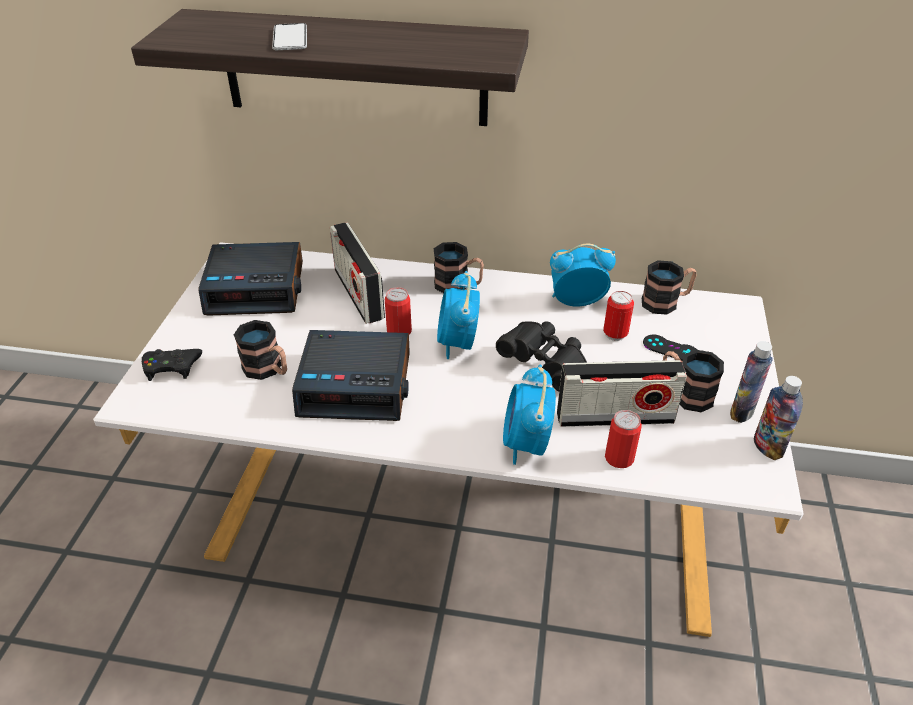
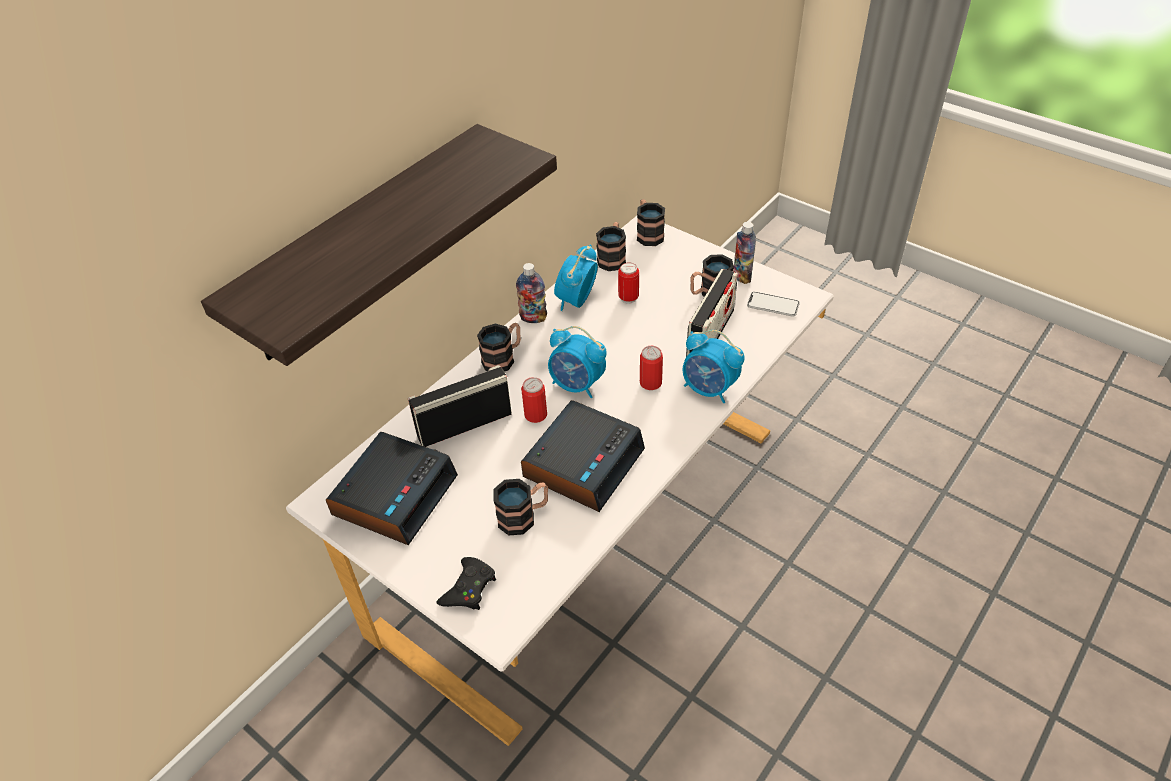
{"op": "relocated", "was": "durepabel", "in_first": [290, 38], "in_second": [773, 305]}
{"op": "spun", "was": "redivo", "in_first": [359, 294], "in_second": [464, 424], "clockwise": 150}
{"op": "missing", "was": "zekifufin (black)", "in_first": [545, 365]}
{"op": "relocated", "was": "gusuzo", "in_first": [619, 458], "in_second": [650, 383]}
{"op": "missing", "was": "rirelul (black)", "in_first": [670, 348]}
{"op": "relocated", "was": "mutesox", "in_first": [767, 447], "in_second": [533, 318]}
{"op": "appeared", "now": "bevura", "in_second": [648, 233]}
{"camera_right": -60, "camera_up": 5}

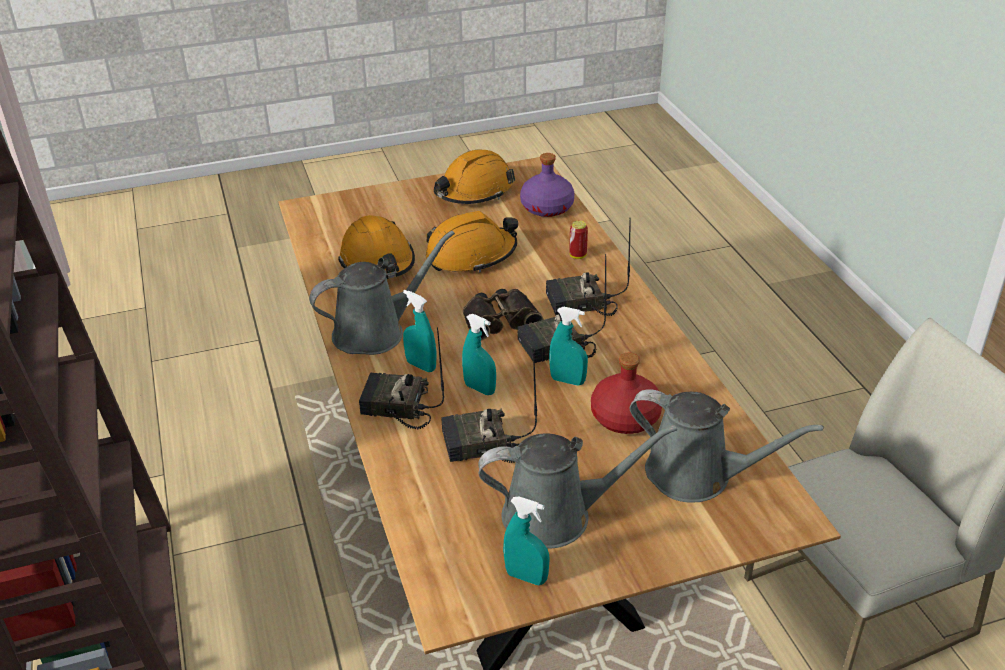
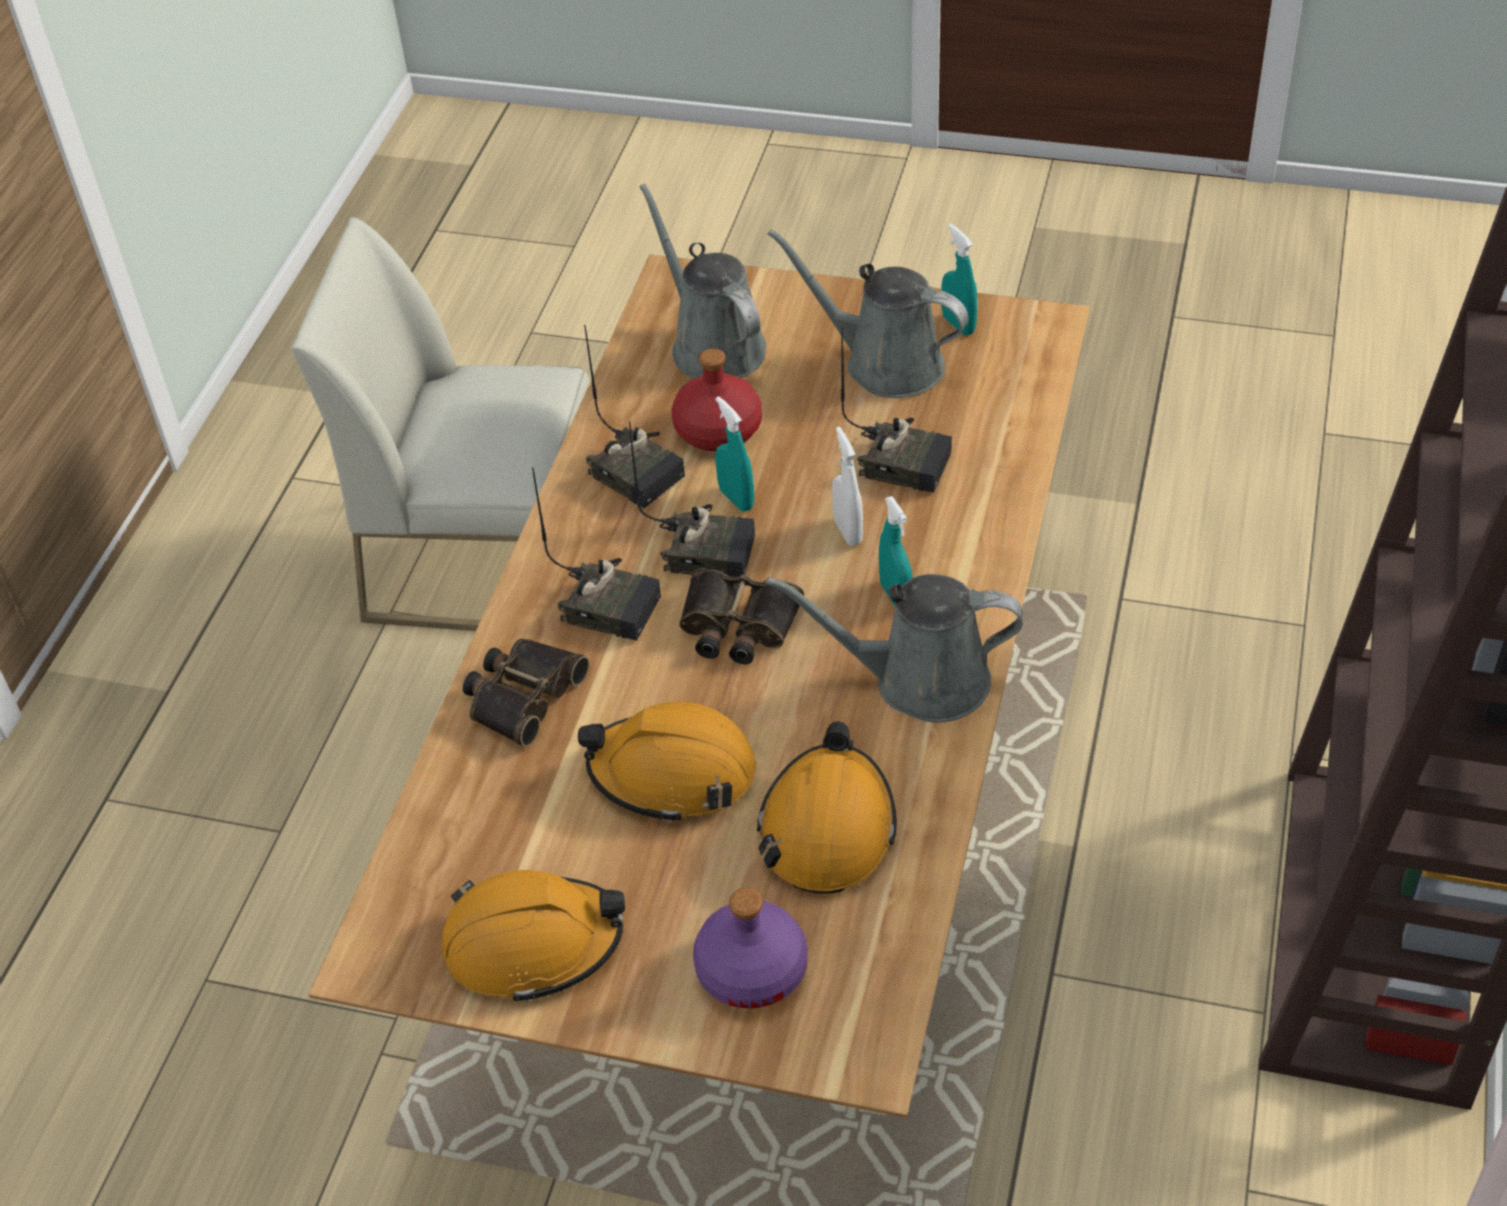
{"op": "relocated", "was": "redivo", "in_first": [396, 408], "in_second": [639, 471]}
{"op": "colour", "was": "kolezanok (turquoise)", "now": "kolezanok (white)", "in_first": [480, 389], "in_second": [848, 532]}
{"op": "relocated", "was": "mutesox (purple)", "in_first": [547, 208], "in_second": [751, 969]}
{"op": "exchanged", "was": "gusuzo", "now": "zekifufin", "in_first": [578, 256], "in_second": [522, 695]}
{"camera_right": -145, "camera_up": 10}

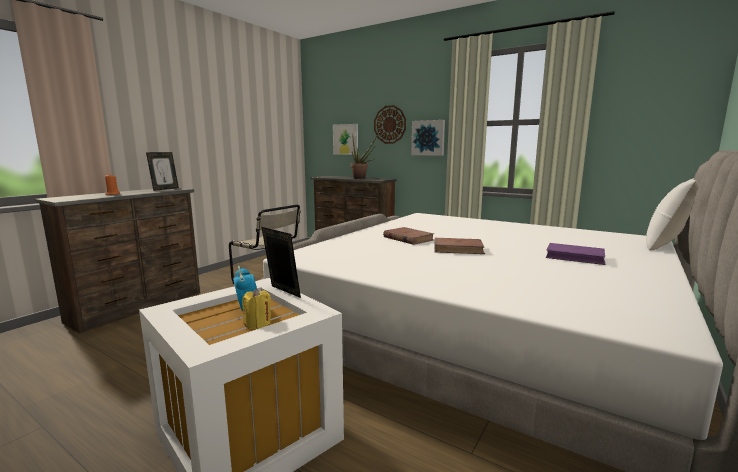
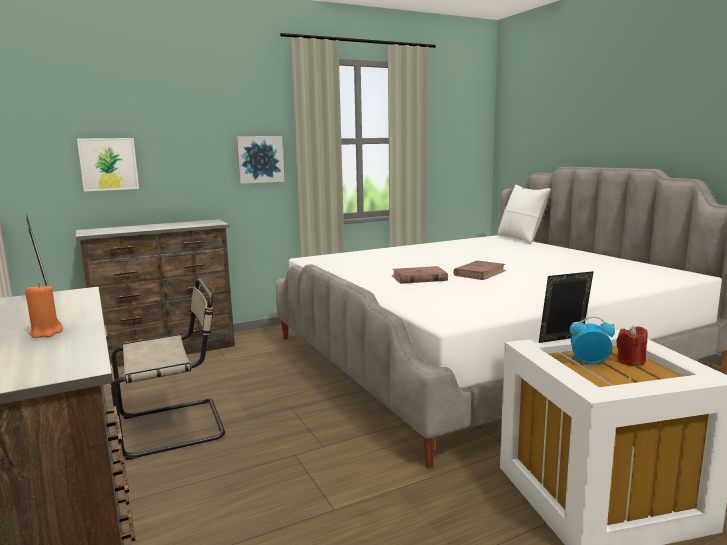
{"op": "colour", "was": "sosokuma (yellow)", "now": "sosokuma (red)", "in_first": [258, 324], "in_second": [630, 361]}
{"op": "missing", "was": "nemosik", "in_first": [362, 178]}
{"op": "missing", "was": "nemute", "in_first": [390, 124]}
{"op": "missing", "was": "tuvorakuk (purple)", "in_first": [575, 257]}
{"camera_right": -60, "camera_up": 0}

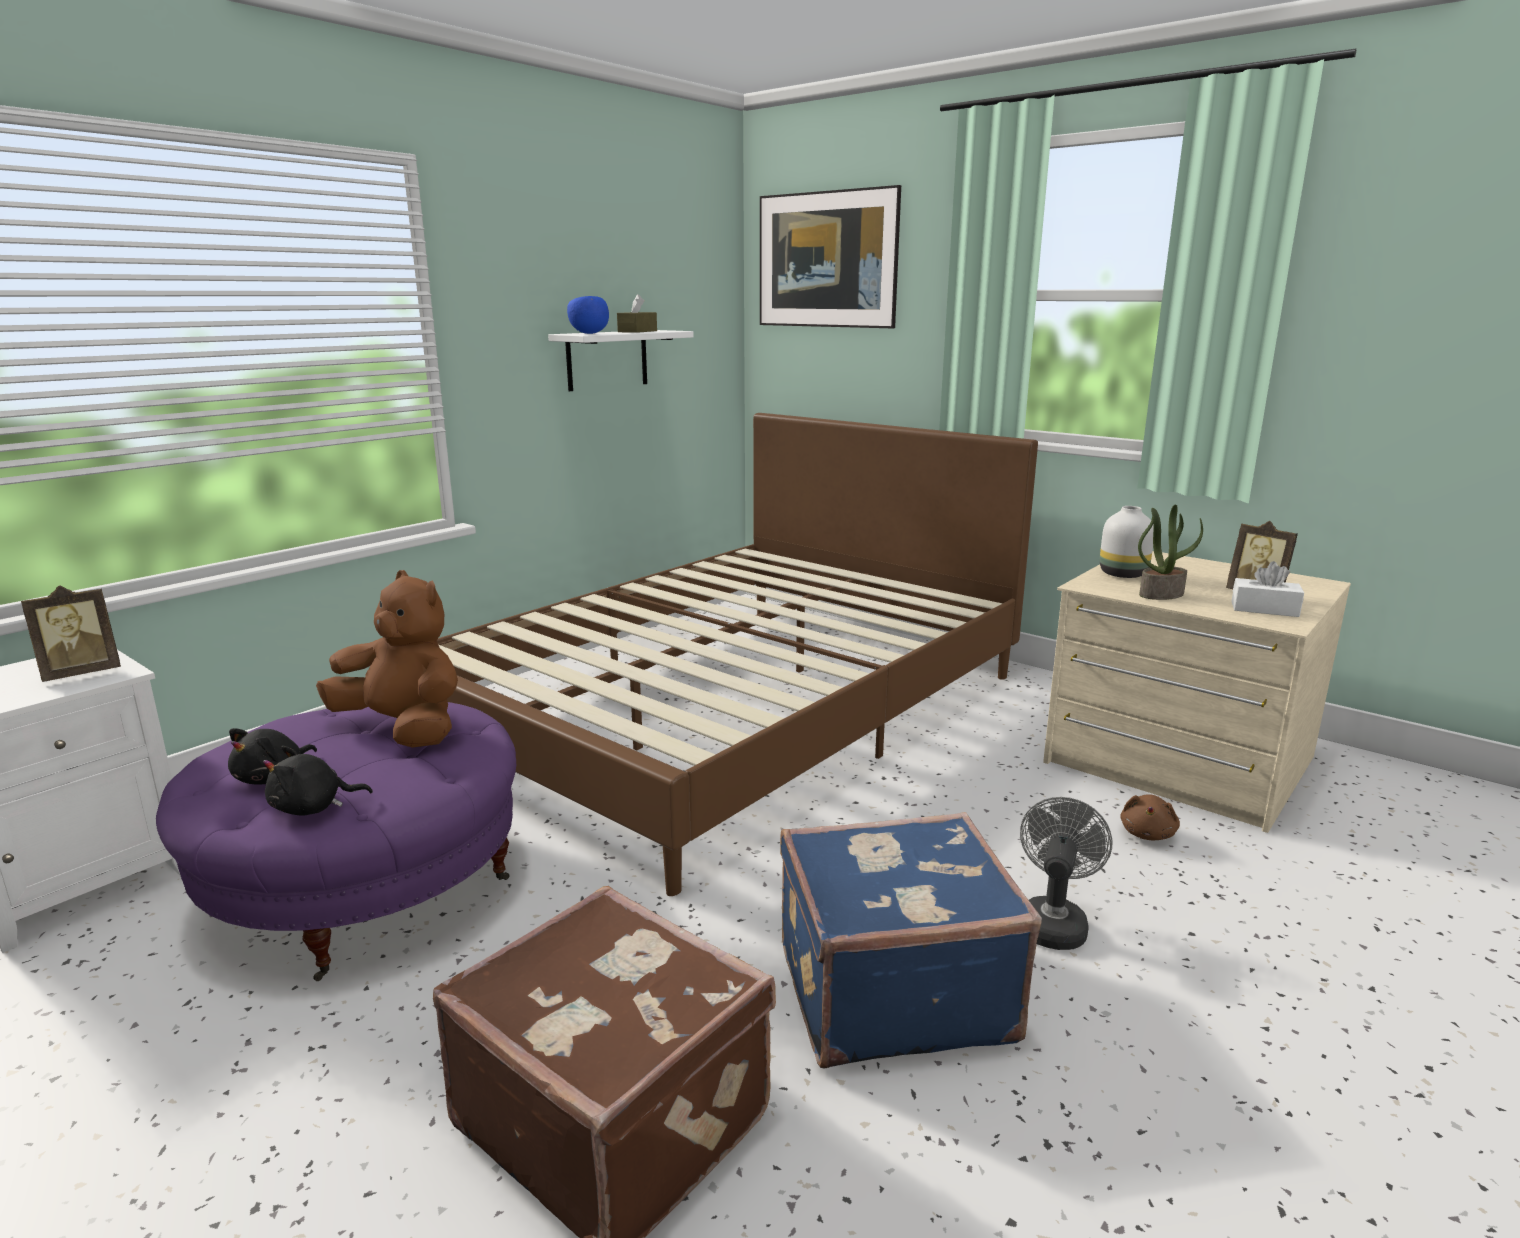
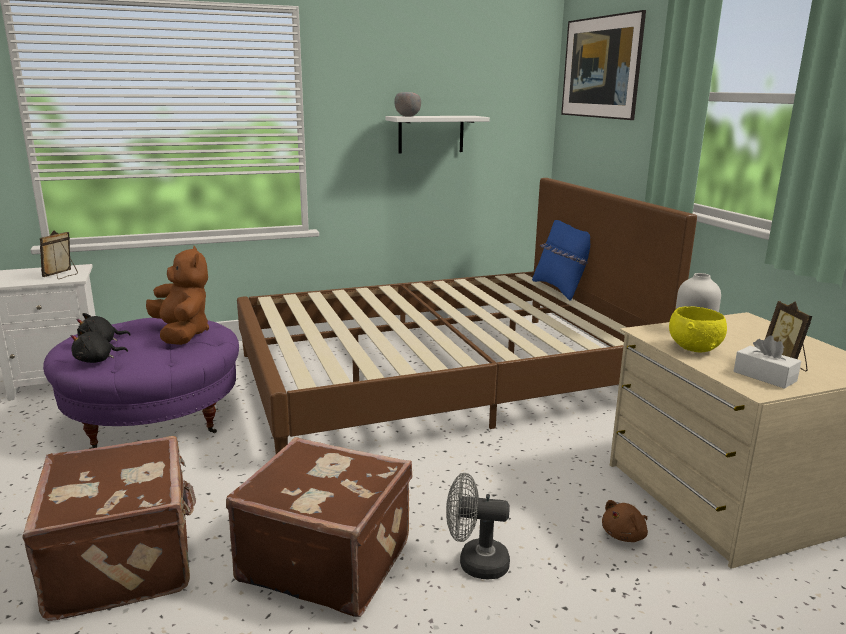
{"op": "spun", "was": "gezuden", "in_first": [82, 673], "in_second": [62, 275], "clockwise": 120}
{"op": "spun", "was": "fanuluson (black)", "in_first": [313, 808], "in_second": [97, 360], "clockwise": -45}
{"op": "colour", "was": "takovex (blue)", "now": "takovex (grey)", "in_first": [589, 333], "in_second": [407, 116]}
{"op": "missing", "was": "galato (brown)", "in_first": [637, 331]}
{"op": "colour", "was": "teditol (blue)", "now": "teditol (brown)", "in_first": [890, 989], "in_second": [326, 559]}
{"op": "spun", "was": "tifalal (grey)", "in_first": [1053, 922], "in_second": [475, 563], "clockwise": -135}
{"op": "exchanged", "was": "nemosik", "now": "takovex (yellow)", "in_first": [1161, 594], "in_second": [694, 348]}
{"op": "appeared", "now": "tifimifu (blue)", "in_second": [560, 289]}
{"camera_right": 30, "camera_up": 0}

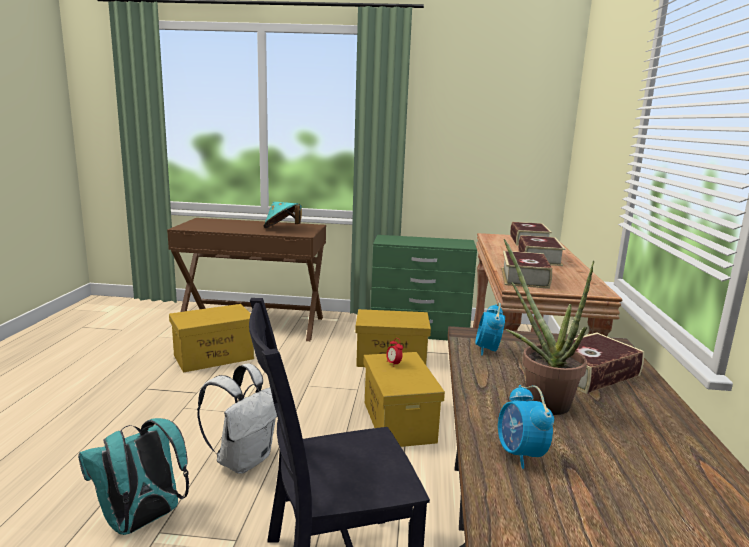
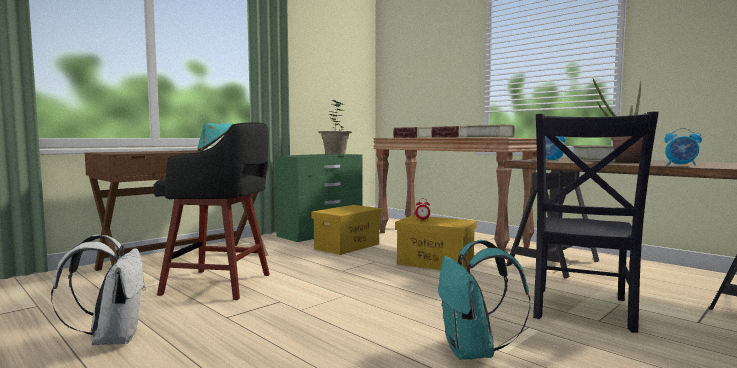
{"op": "exchanged", "was": "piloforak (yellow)", "now": "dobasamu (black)", "in_first": [213, 357], "in_second": [220, 284]}
{"op": "relocated", "was": "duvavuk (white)", "in_first": [244, 459], "in_second": [112, 339]}
{"op": "appeared", "now": "nemosik", "in_second": [335, 154]}
{"camera_right": -50, "camera_up": -10}

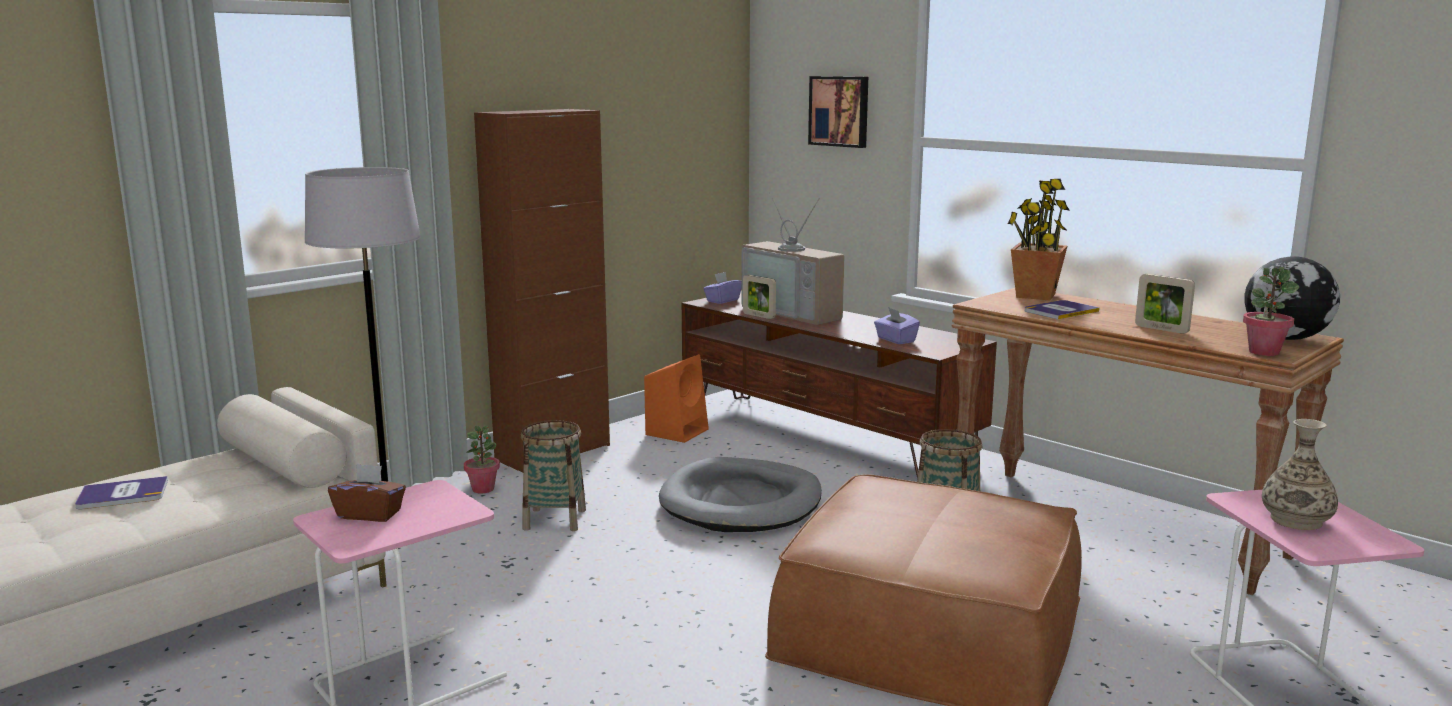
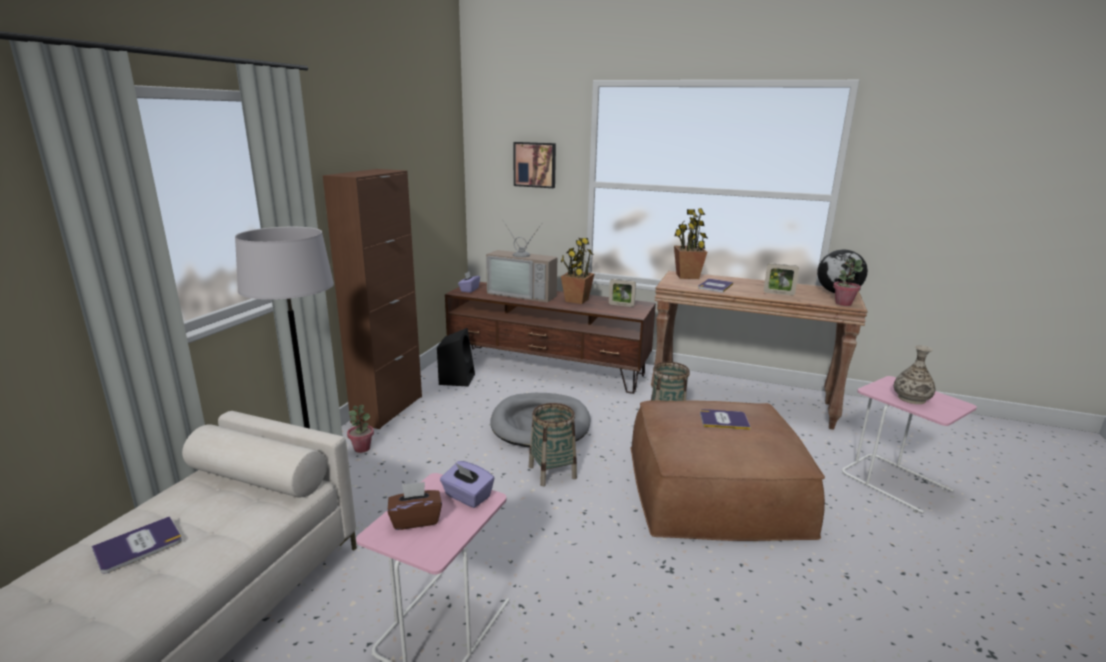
{"op": "relocated", "was": "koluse", "in_first": [554, 520], "in_second": [552, 472]}
{"op": "colour", "was": "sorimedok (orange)", "now": "sorimedok (black)", "in_first": [677, 431], "in_second": [457, 378]}
{"op": "relocated", "was": "gezuden", "in_first": [759, 316], "in_second": [621, 305]}
{"op": "relocated", "was": "galato (purple)", "in_first": [895, 340], "in_second": [467, 496]}
{"op": "appeared", "now": "nemosik", "in_second": [576, 300]}
{"op": "appeared", "now": "tuvorakuk", "in_second": [724, 420]}
{"camera_right": -25, "camera_up": 5}

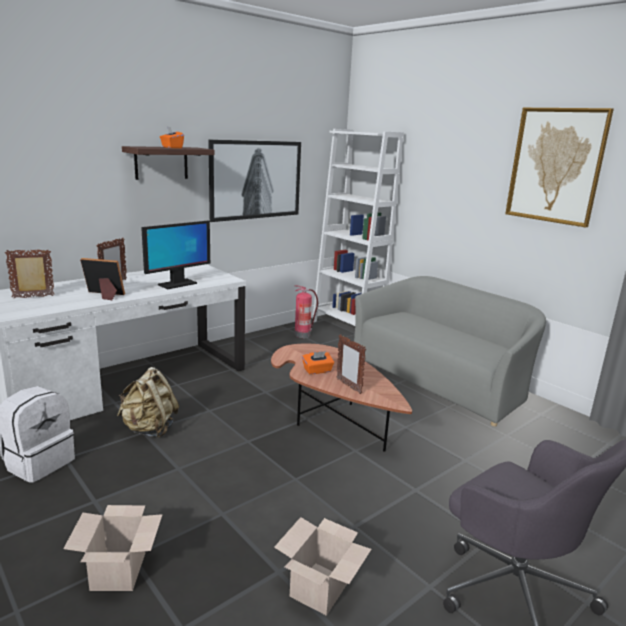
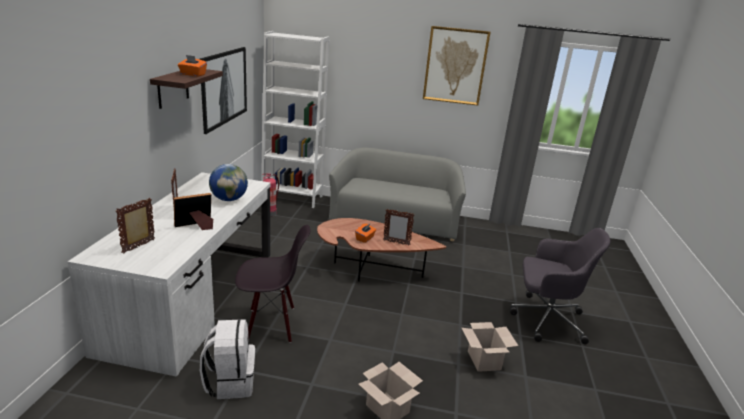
{"op": "exchanged", "was": "duvavuk (beige)", "now": "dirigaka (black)", "in_first": [149, 429], "in_second": [271, 324]}
{"op": "exchanged", "was": "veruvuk", "now": "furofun", "in_first": [177, 284], "in_second": [229, 199]}
{"camera_right": -40, "camera_up": 5}

